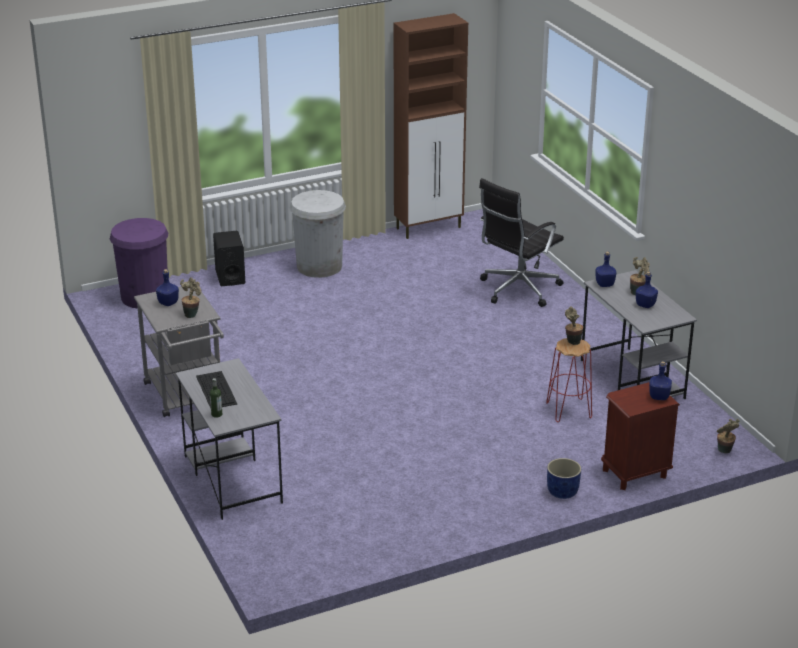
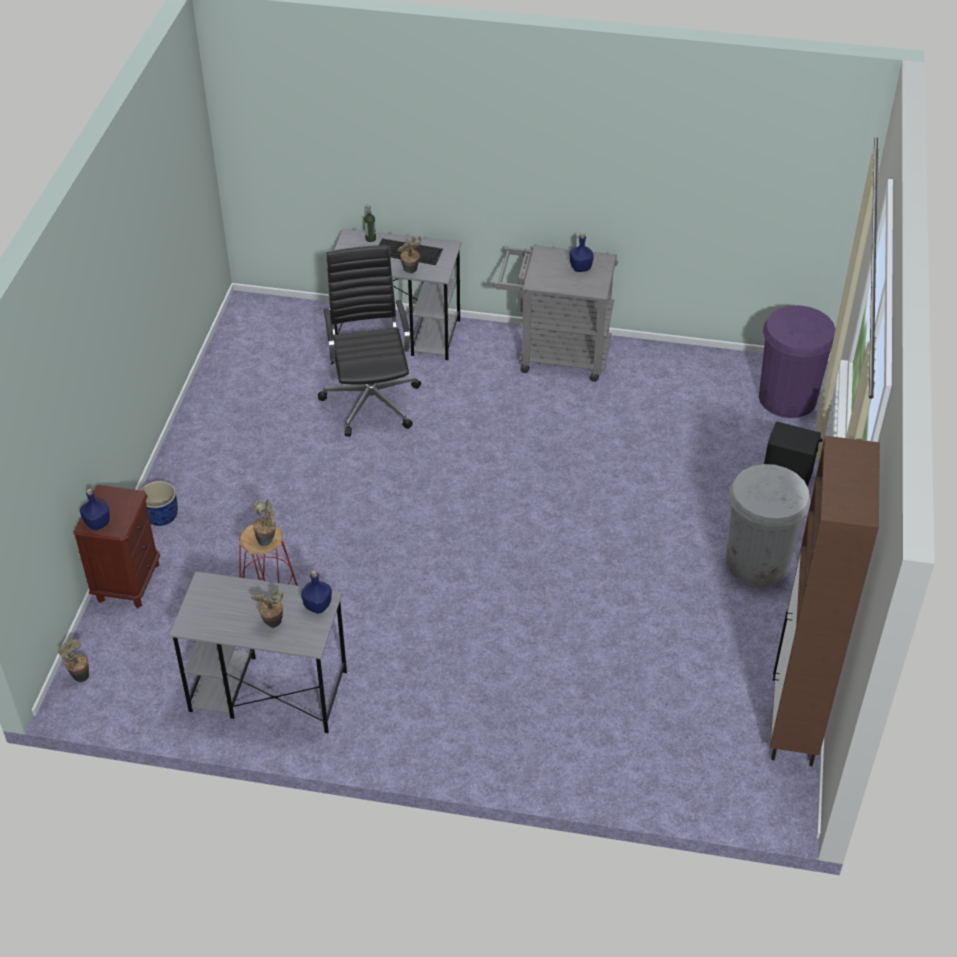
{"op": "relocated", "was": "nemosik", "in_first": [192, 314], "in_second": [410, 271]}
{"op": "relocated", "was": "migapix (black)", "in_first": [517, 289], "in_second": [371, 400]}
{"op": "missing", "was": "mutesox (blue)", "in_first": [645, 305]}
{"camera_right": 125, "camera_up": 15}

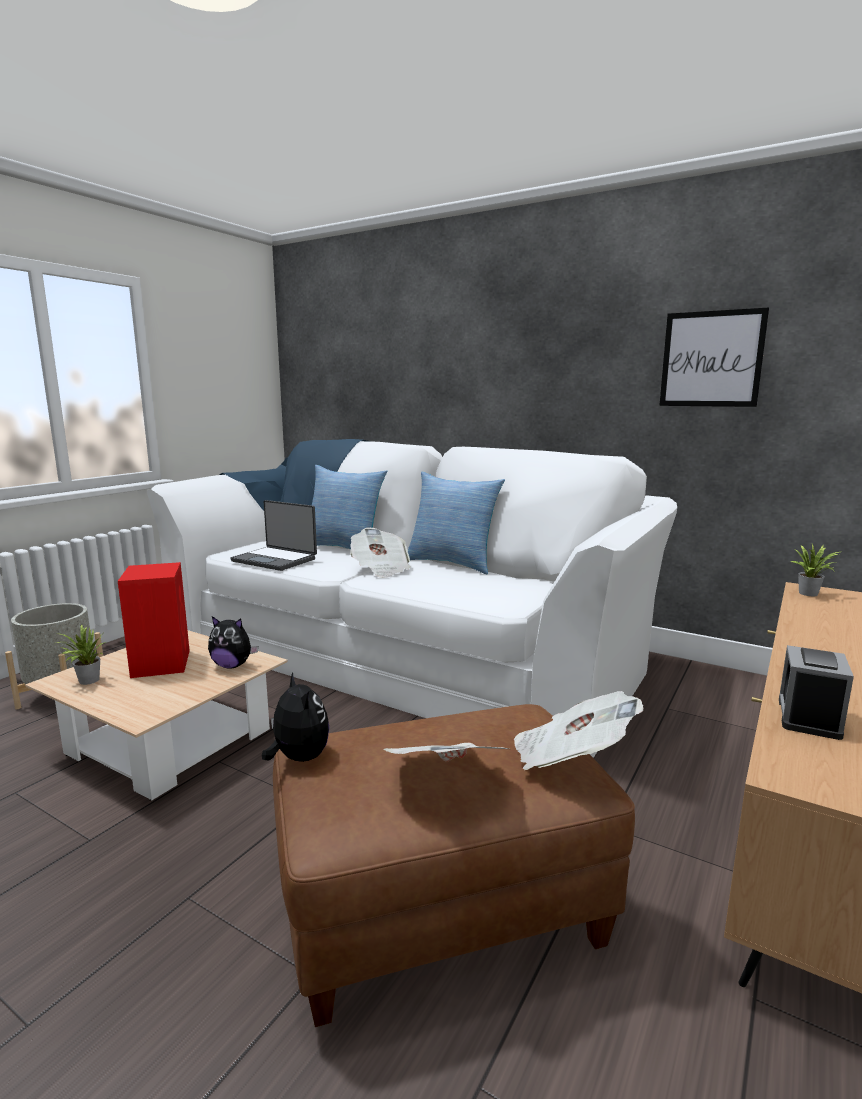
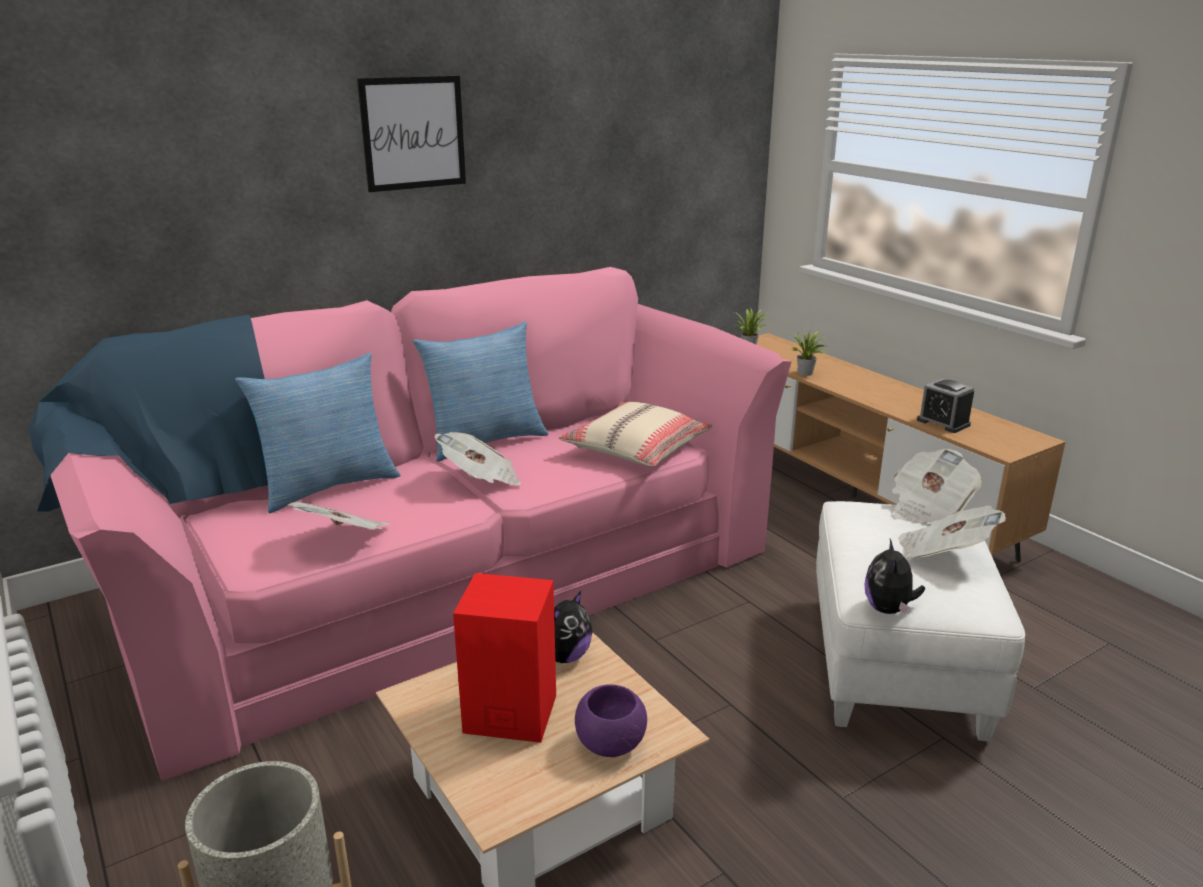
{"op": "relocated", "was": "nemosik", "in_first": [86, 681], "in_second": [806, 374]}
{"op": "colour", "was": "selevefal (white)", "now": "selevefal (pink)", "in_first": [402, 649], "in_second": [444, 575]}
{"op": "exchanged", "was": "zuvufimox", "now": "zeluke", "in_first": [275, 560], "in_second": [345, 538]}
{"op": "spun", "was": "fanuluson", "in_first": [298, 758], "in_second": [889, 609], "clockwise": -75}
{"op": "colour", "was": "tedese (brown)", "now": "tedese (white)", "in_first": [440, 911], "in_second": [897, 665]}
{"op": "relocated", "was": "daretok", "in_first": [711, 359], "in_second": [413, 133]}
{"op": "appeared", "now": "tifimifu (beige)", "in_second": [636, 448]}
{"op": "appeared", "now": "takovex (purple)", "in_second": [610, 743]}
{"camera_right": -65, "camera_up": 10}

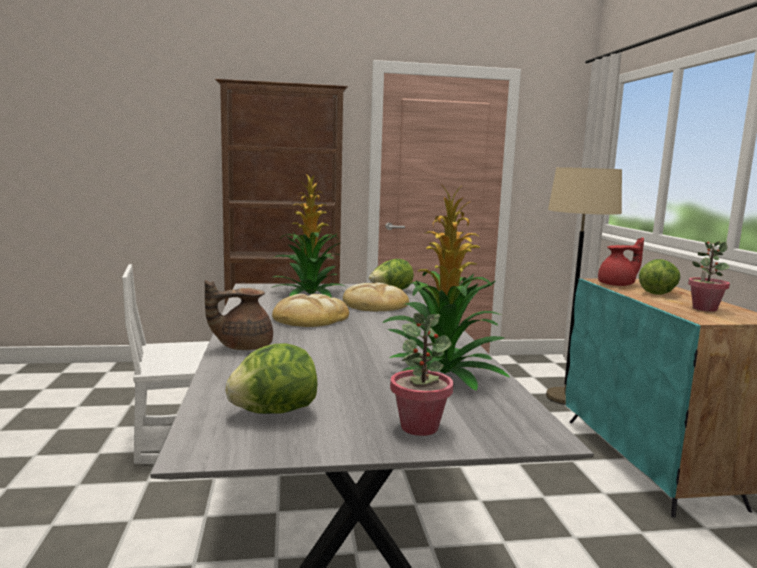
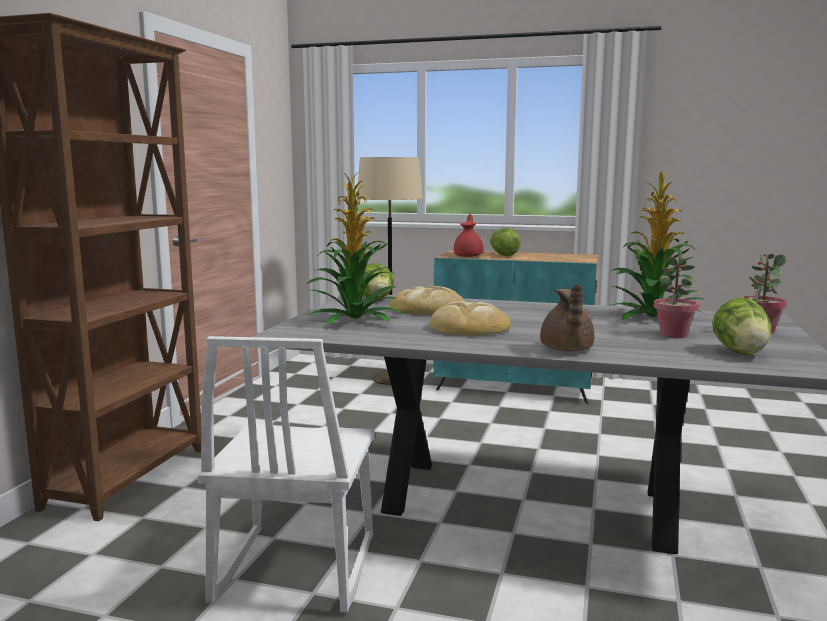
{"op": "relocated", "was": "nemosik", "in_first": [704, 308], "in_second": [673, 335]}
{"camera_right": -65, "camera_up": 0}

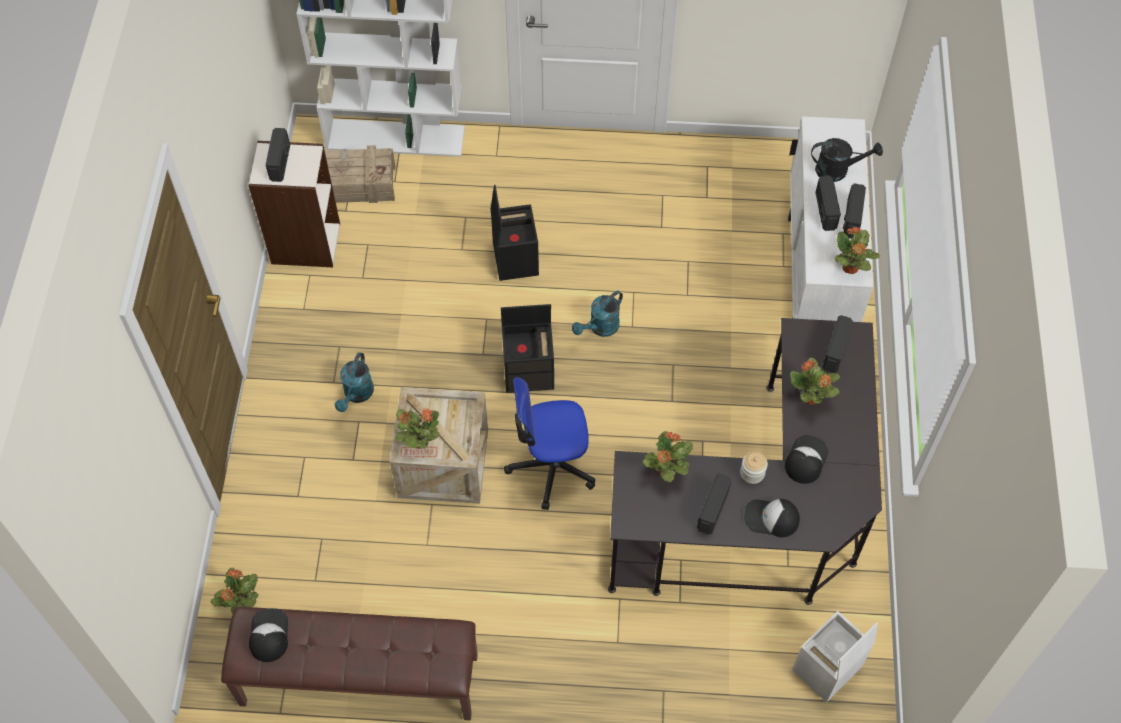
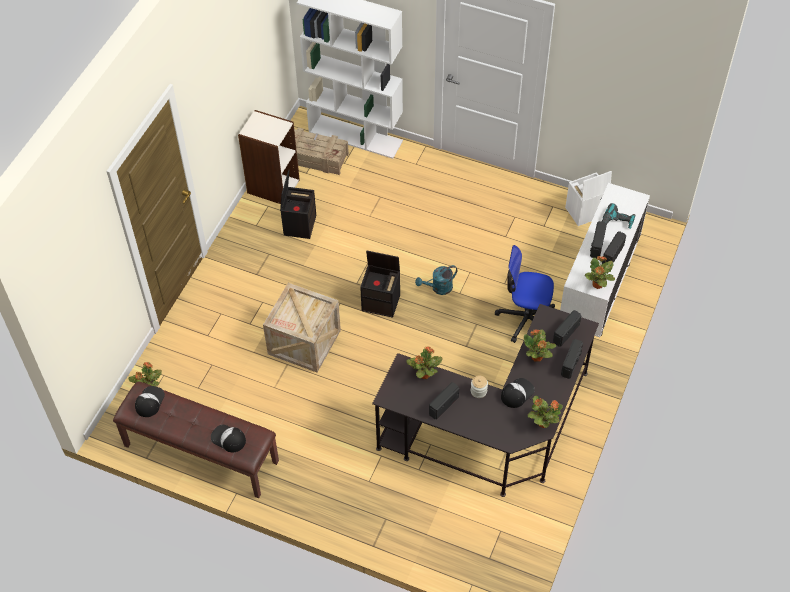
{"op": "relocated", "was": "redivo", "in_first": [280, 162], "in_second": [571, 364]}
{"op": "missing", "was": "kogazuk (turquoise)", "in_first": [357, 395]}
{"op": "relocated", "was": "nemosik", "in_first": [419, 441], "in_second": [543, 422]}
{"op": "relocated", "was": "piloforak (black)", "in_first": [514, 258], "in_second": [299, 224]}
{"op": "relocated", "was": "migapix", "in_first": [551, 466], "in_second": [525, 318]}
{"op": "relocated", "was": "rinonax", "in_first": [771, 519], "in_second": [228, 439]}
{"op": "relocated", "was": "piloforak (white)", "in_first": [826, 670], "in_second": [584, 212]}
{"op": "exchanged", "was": "kogazuk (black)", "now": "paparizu", "in_first": [838, 170], "in_second": [617, 222]}
{"camera_right": 20, "camera_up": -5}

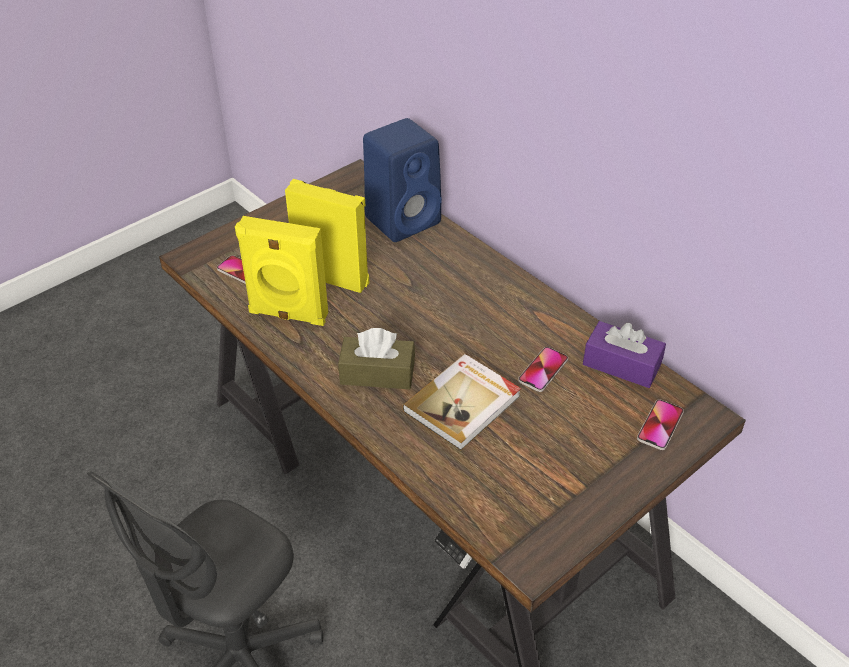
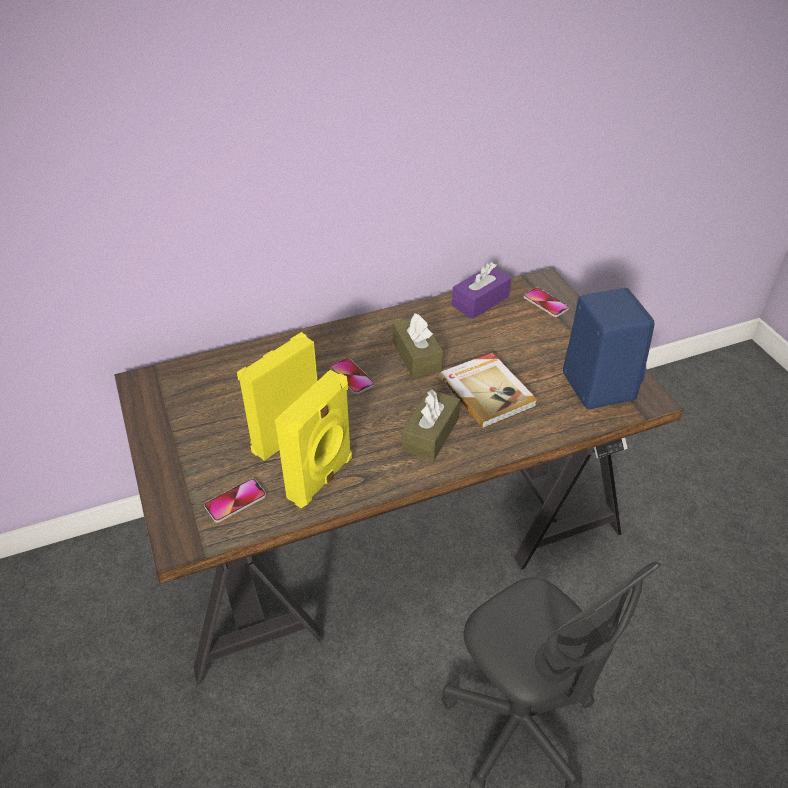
{"op": "relocated", "was": "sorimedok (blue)", "in_first": [404, 219], "in_second": [596, 384]}
{"op": "relocated", "was": "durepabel", "in_first": [543, 370], "in_second": [352, 377]}
{"op": "appeared", "now": "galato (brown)", "in_second": [417, 356]}
{"camera_right": -70, "camera_up": 0}

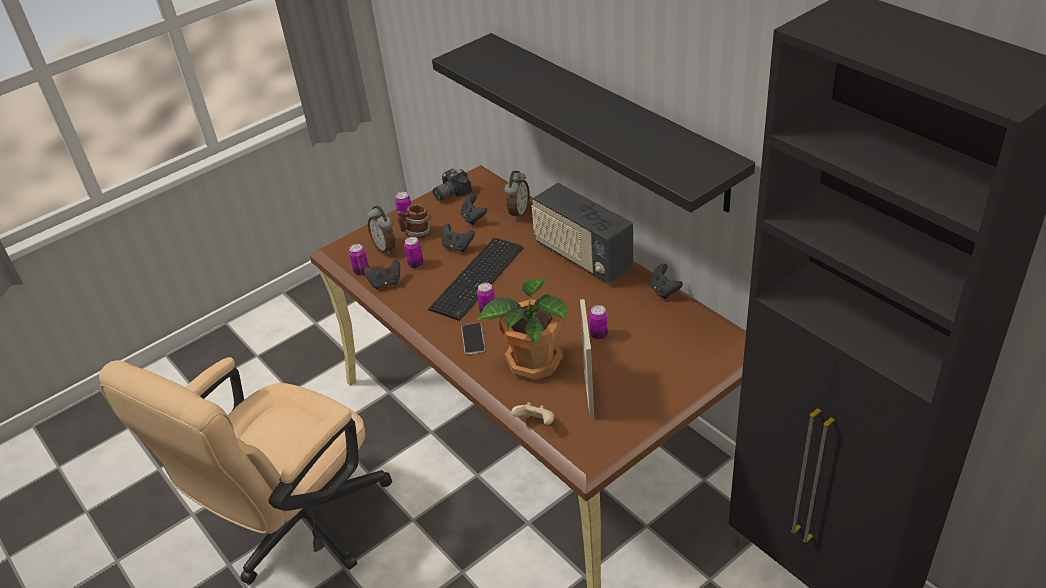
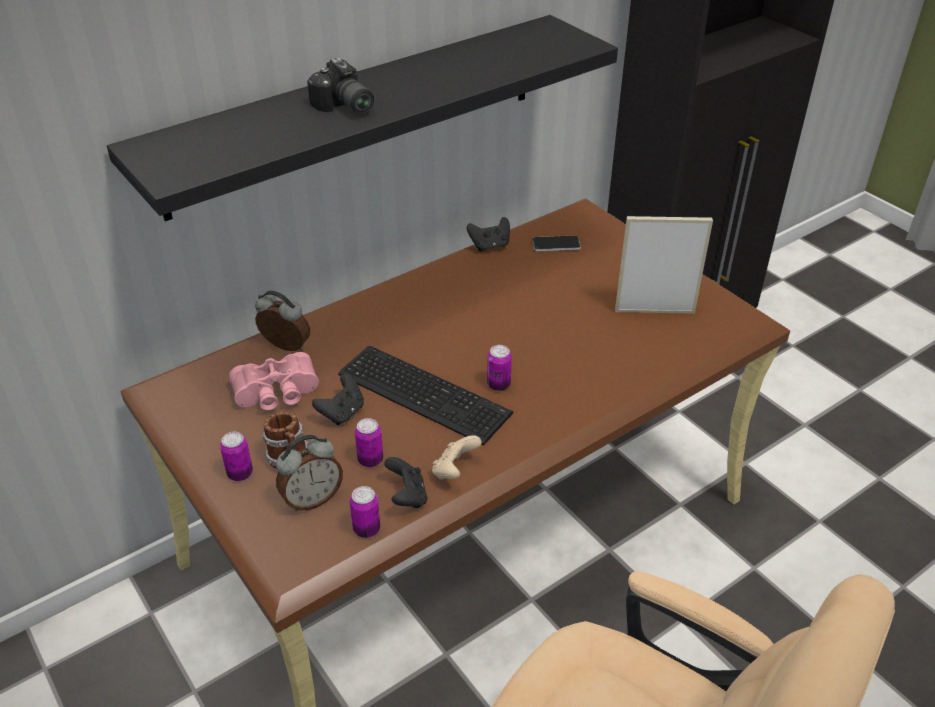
{"op": "relocated", "was": "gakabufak", "in_first": [449, 193], "in_second": [343, 107]}
{"op": "exchanged", "was": "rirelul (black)", "now": "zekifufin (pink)", "in_first": [473, 218], "in_second": [277, 394]}
{"op": "relocated", "was": "durepabel", "in_first": [473, 339], "in_second": [556, 244]}
{"op": "missing", "was": "nemosik", "in_first": [532, 362]}
{"op": "relocated", "was": "rirelul (beige)", "in_first": [536, 423], "in_second": [454, 470]}
{"op": "missing", "was": "redivo", "in_first": [582, 257]}
{"op": "missing", "was": "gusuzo", "in_first": [599, 335]}
{"camera_right": -90, "camera_up": 0}

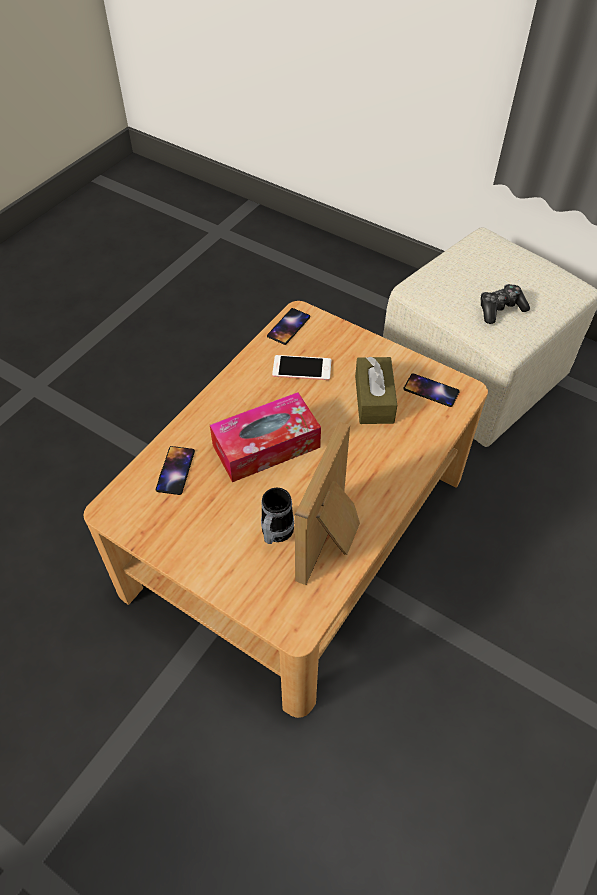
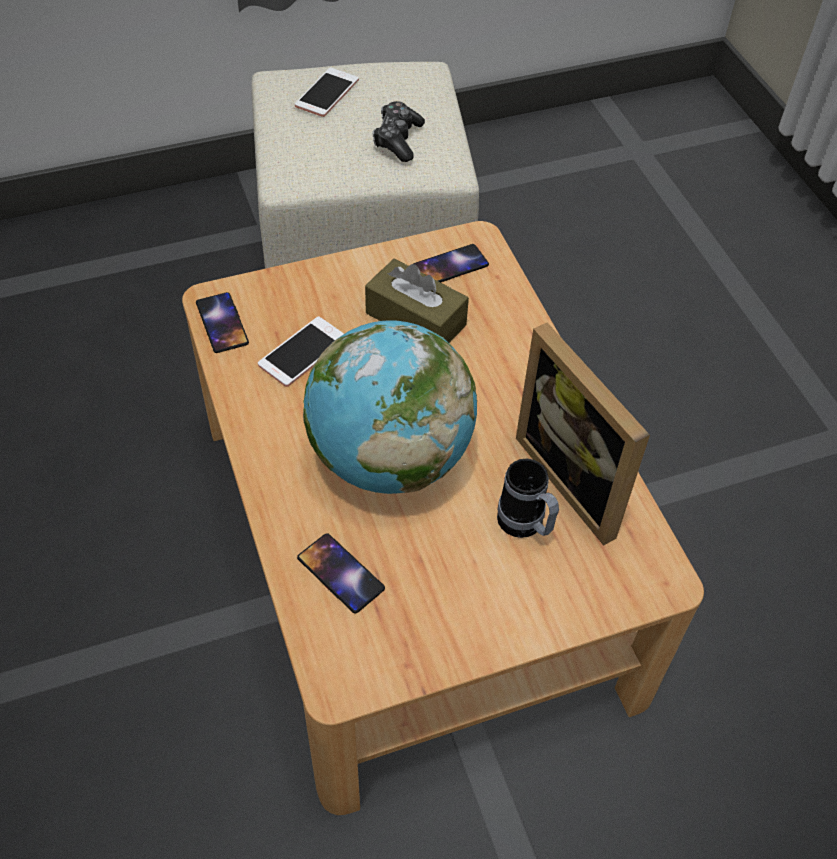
{"op": "exchanged", "was": "galato", "now": "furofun", "in_first": [266, 446], "in_second": [389, 458]}
{"op": "appeared", "now": "durepabel", "in_second": [327, 93]}
{"camera_right": -55, "camera_up": 0}

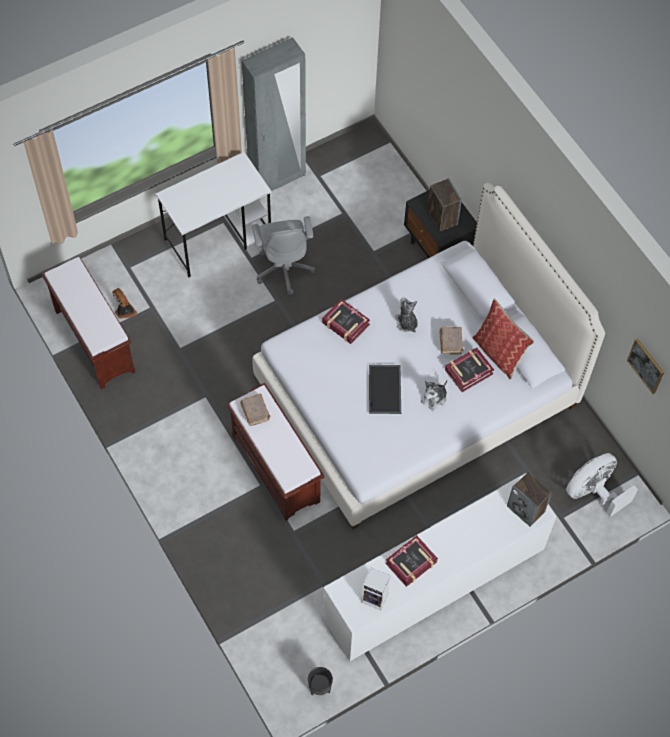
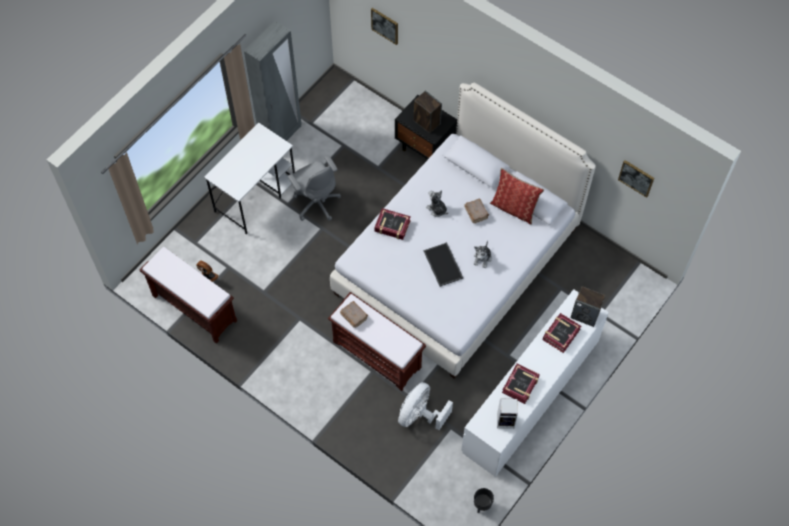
{"op": "relocated", "was": "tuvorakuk", "in_first": [468, 371], "in_second": [560, 334]}
{"op": "relocated", "was": "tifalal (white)", "in_first": [593, 492], "in_second": [420, 415]}
{"op": "appeared", "now": "daretok", "in_second": [385, 25]}
{"camera_right": -20, "camera_up": 0}

